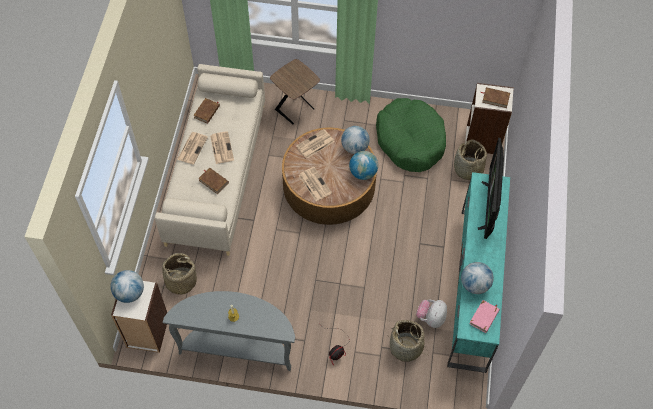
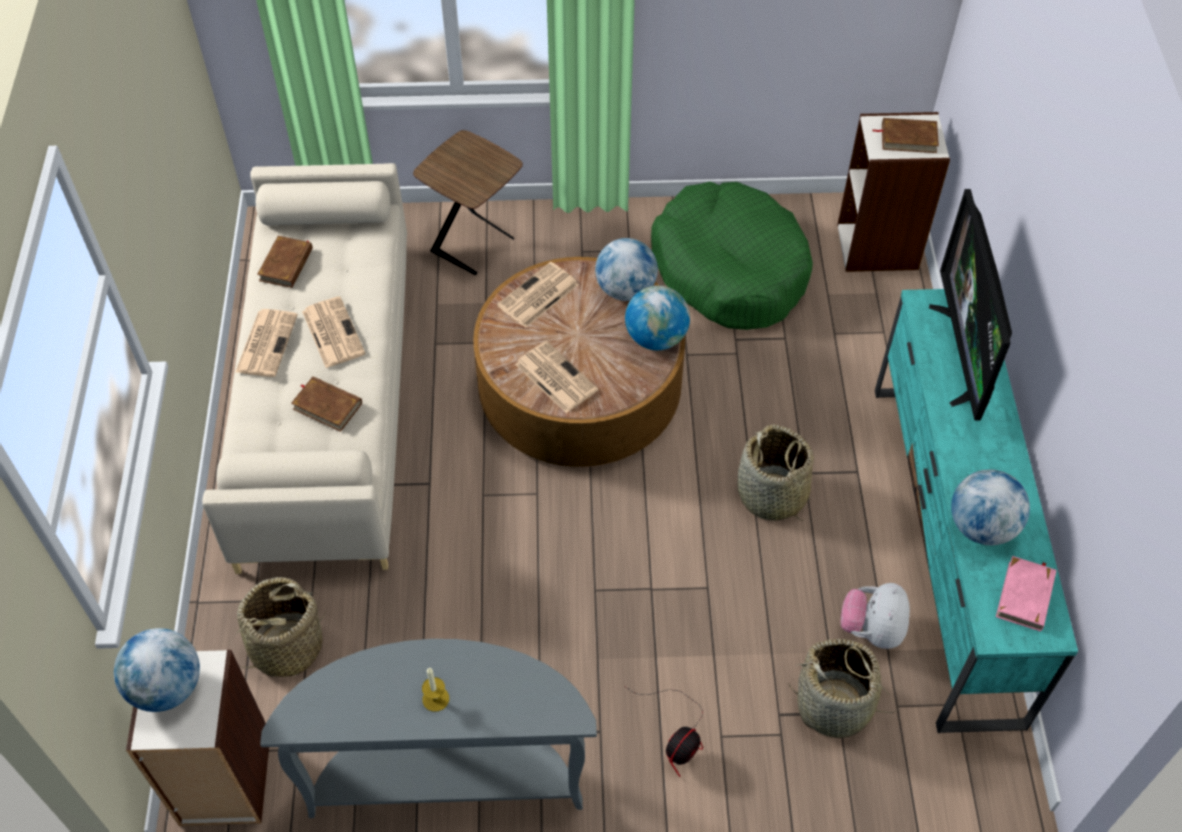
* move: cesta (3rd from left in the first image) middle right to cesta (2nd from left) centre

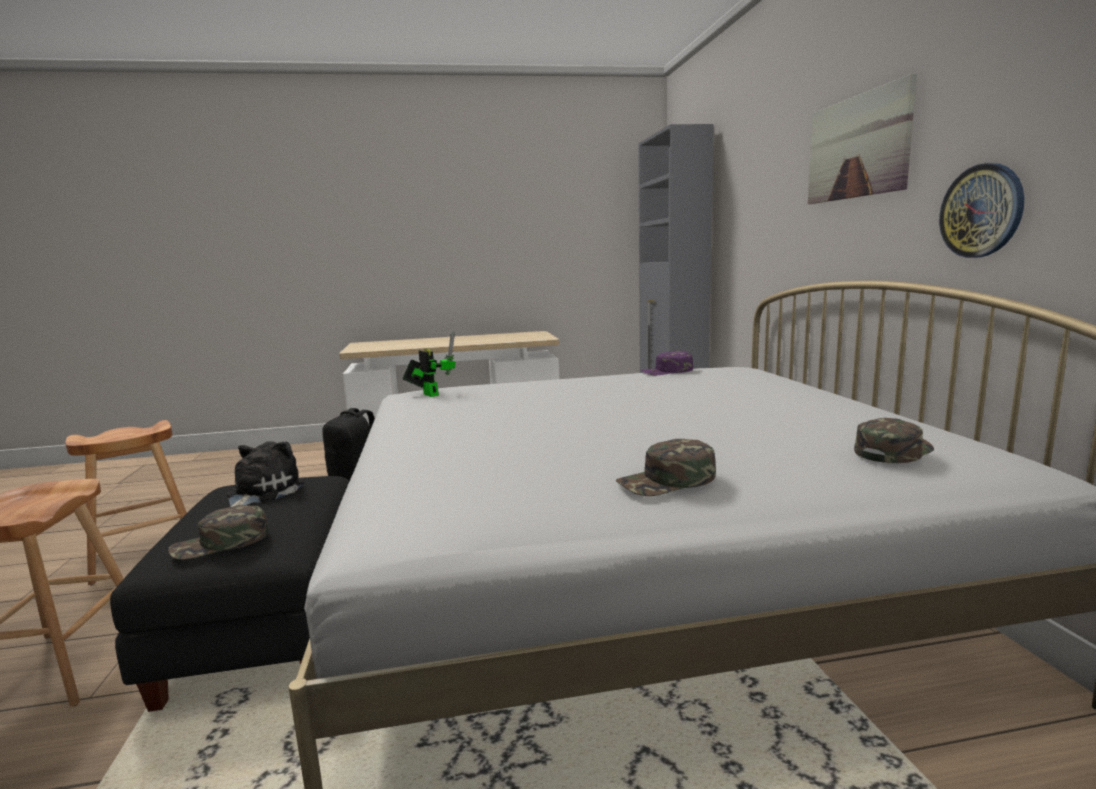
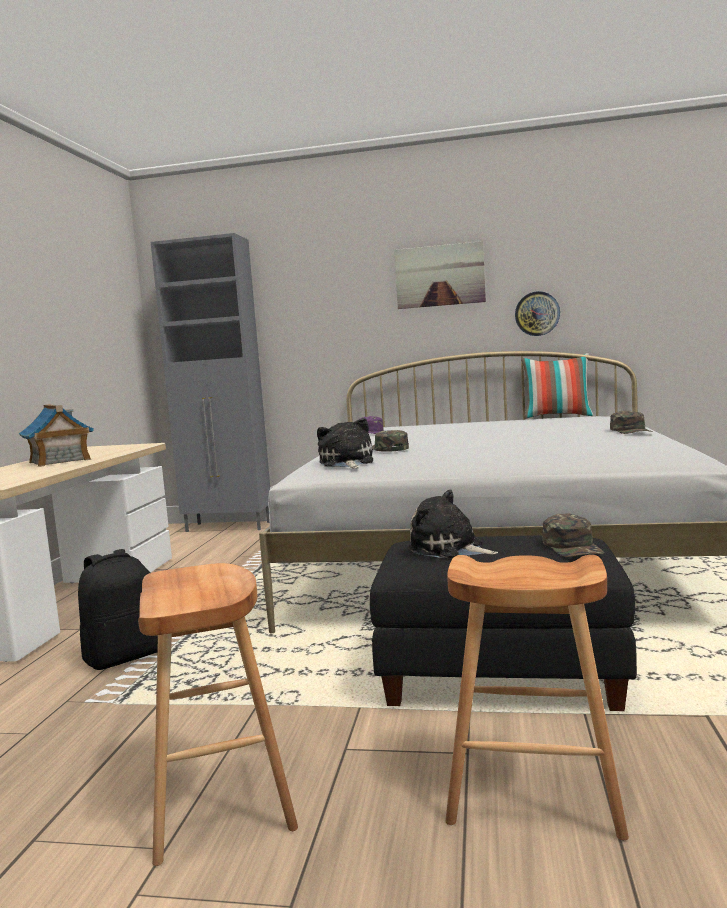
* replace: robot de juguete centre to peluche (1st from left) centre
* move: gorra/verde (3rd from left in the first image) middle right to gorra/verde (1st from left) centre
* insert: casita middle left
* insert: cojín middle right

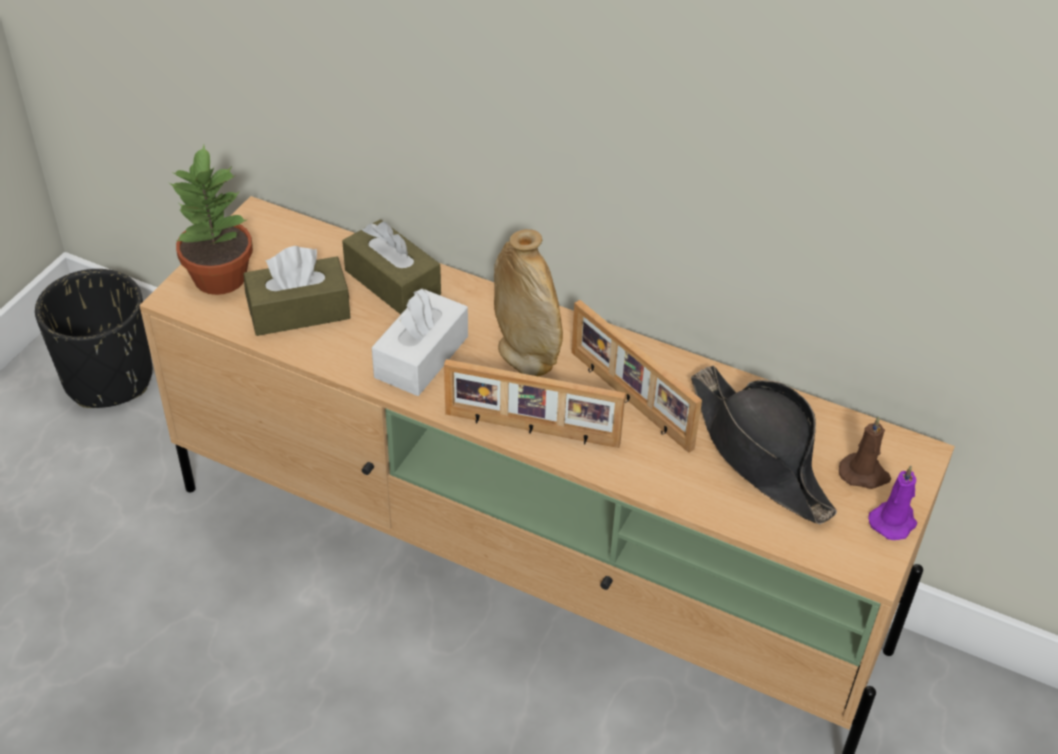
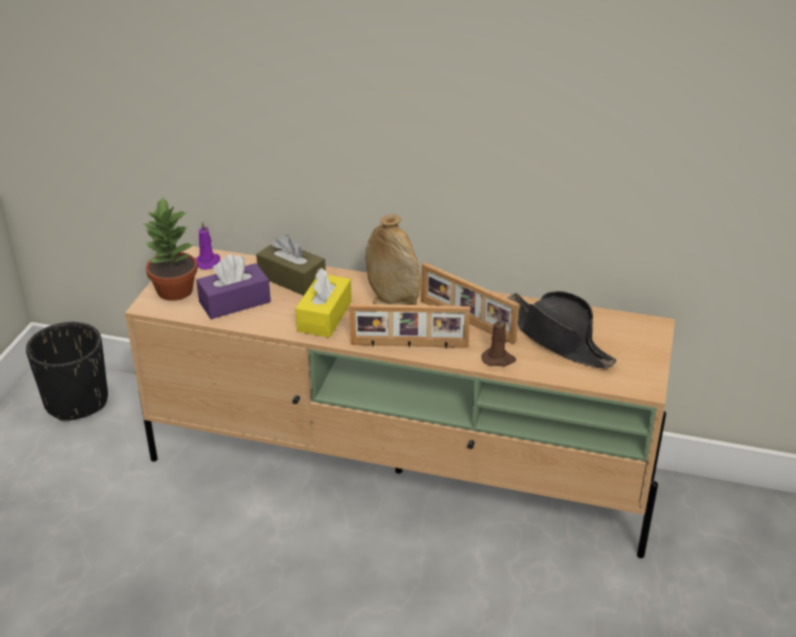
* recolor: caja de pañuelos/marrón (1st from left) middle left to caja de pañuelos/morado middle left
* recolor: caja de pañuelos/blanco centre to caja de pañuelos/amarillo centre
* move: vela/marrón middle right to centre
* move: vela/morado bottom right to middle left

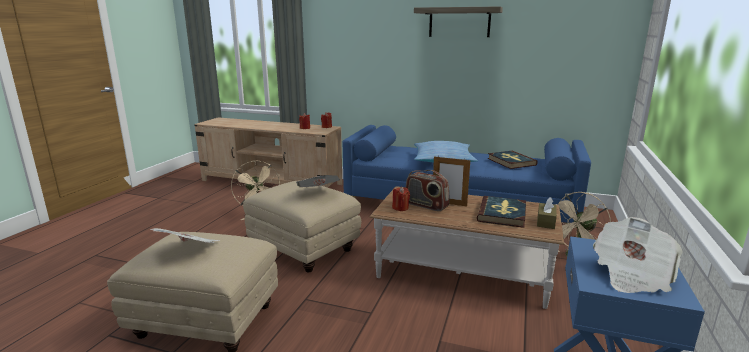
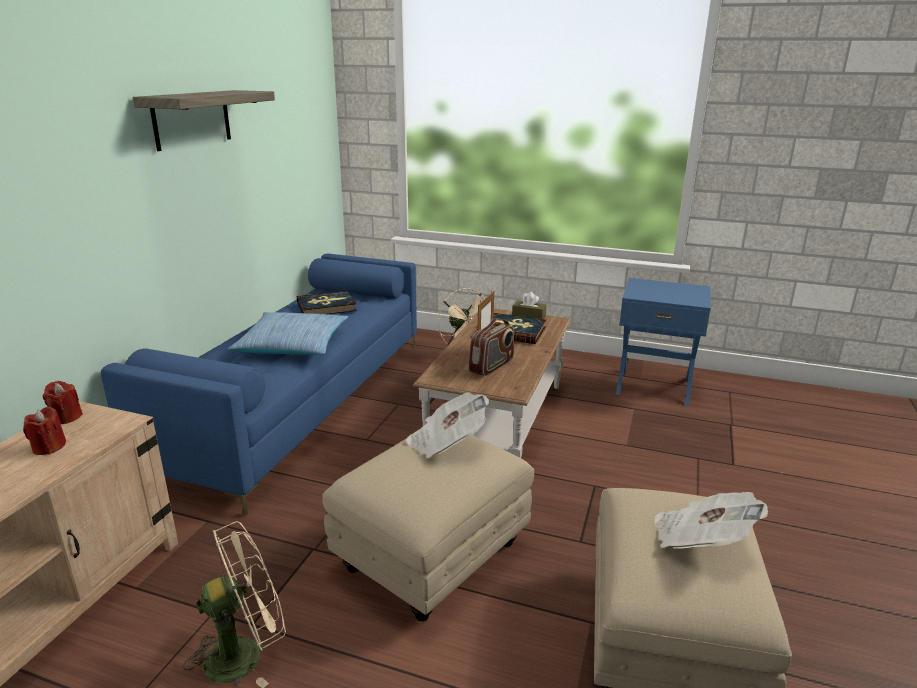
* delete: vela/rojo (3rd from left) centre
* delete: periódico (3rd from left) bottom right

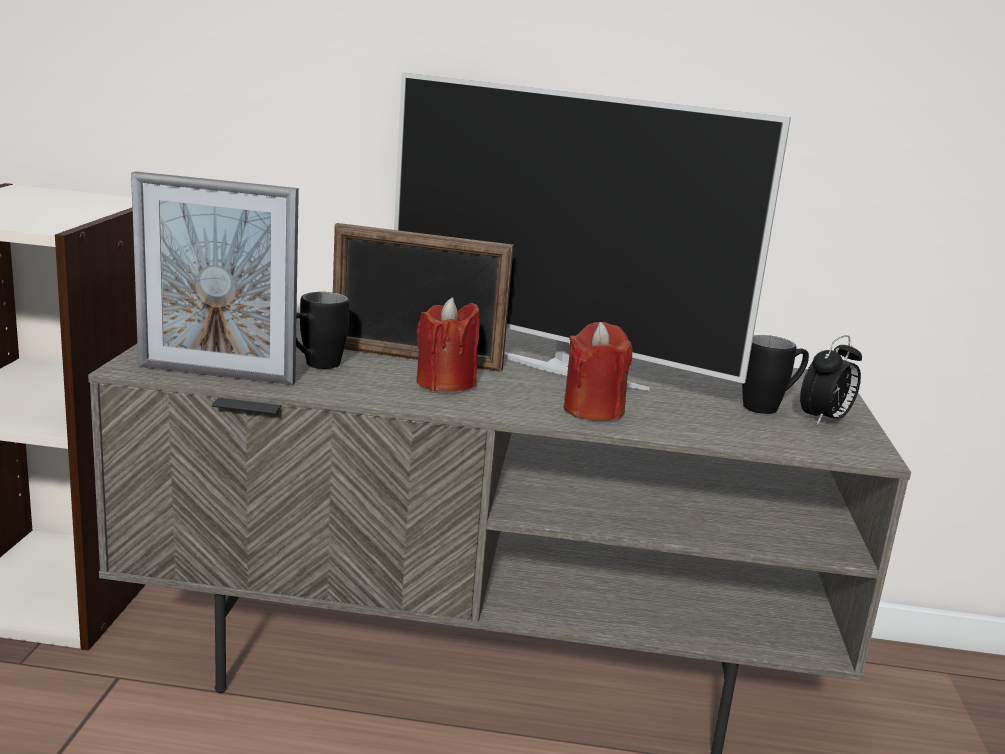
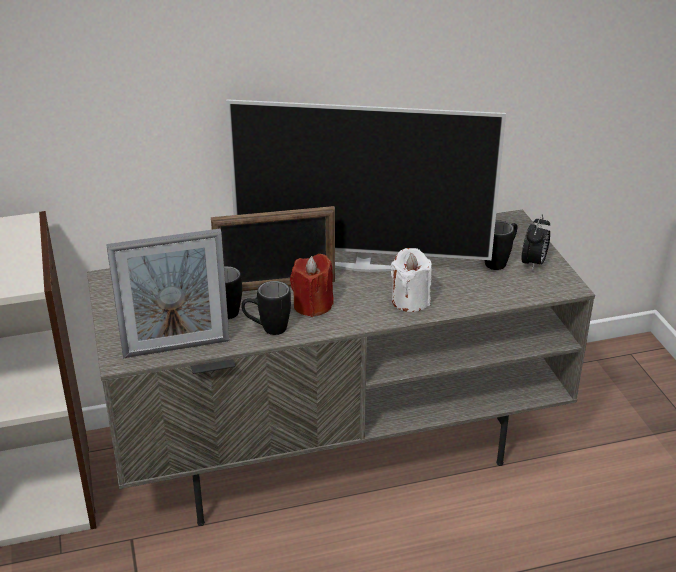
* recolor: vela/rojo (2nd from left) centre to vela/blanco centre
* insert: taza grande/negro (2nd from left) centre

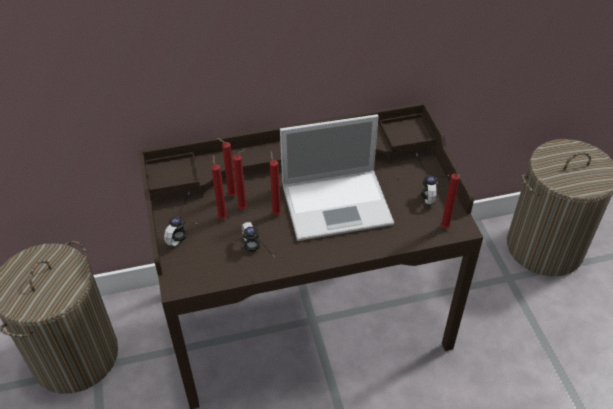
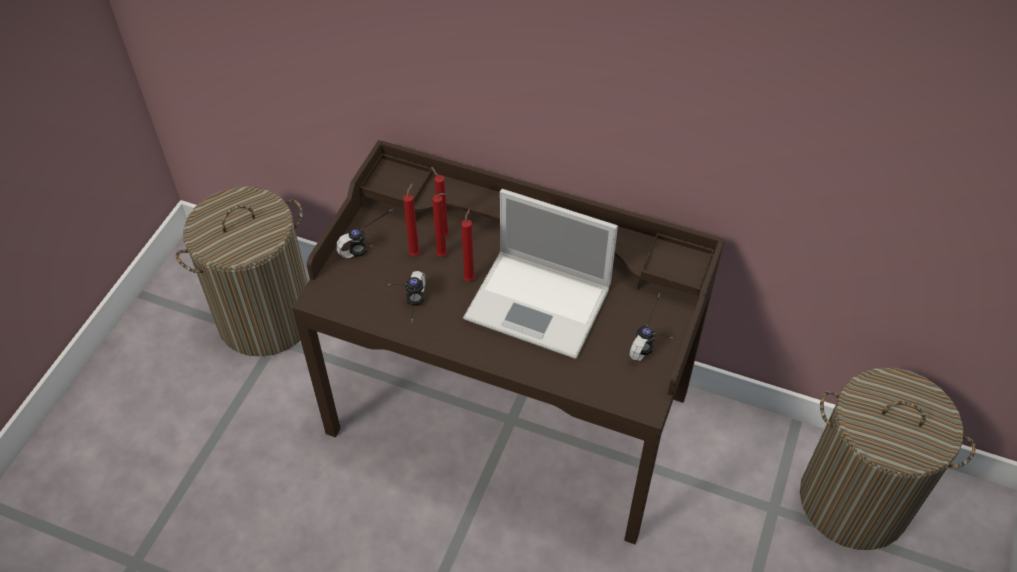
* delete: vela/rojo (5th from left) middle right

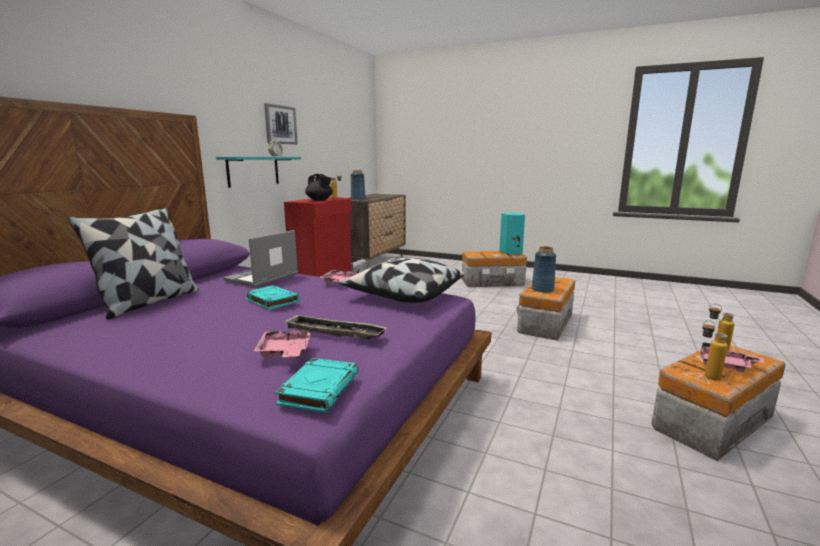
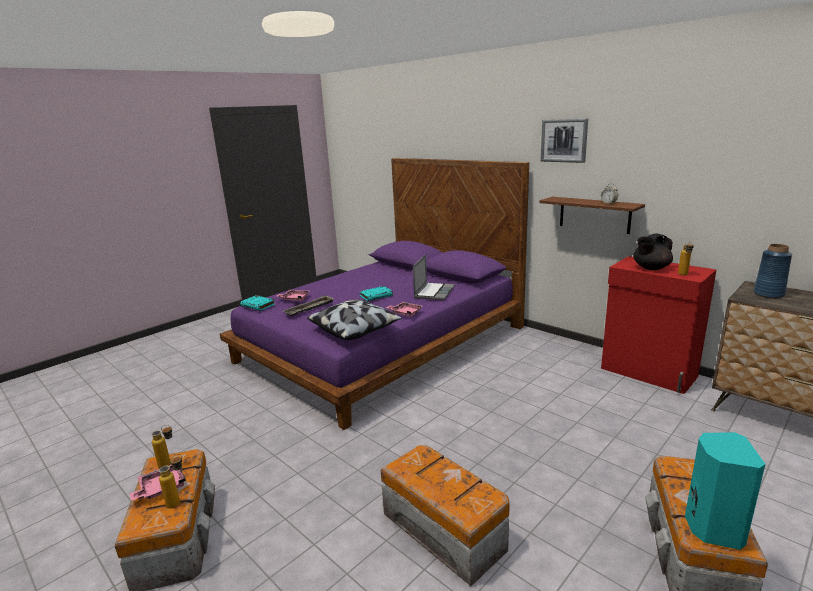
* delete: cojín (1st from left) middle left
* recolor: estante/turquesa top left to estante/marrón middle right
* rotate: portátil middle left = centre 60 degrees clockwise
* move: cuadro top centre to top right
* delete: florero/azul (2nd from left) centre

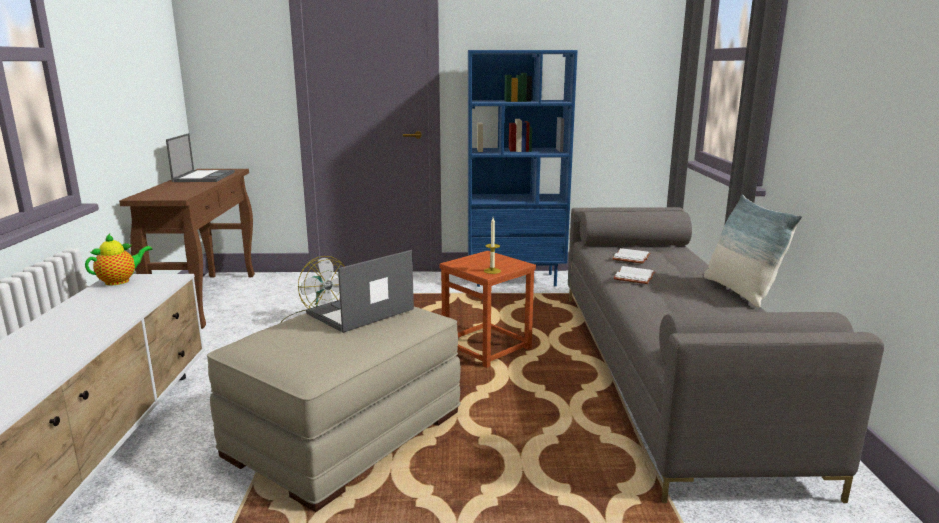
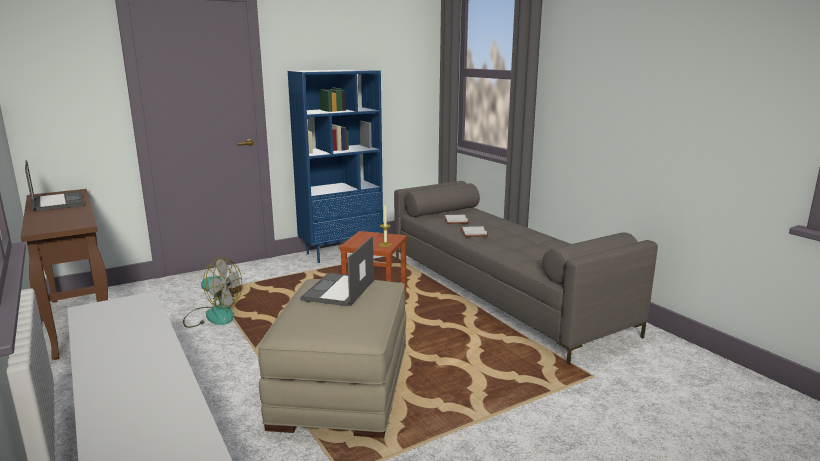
* delete: tetera middle left
* delete: cojín middle right

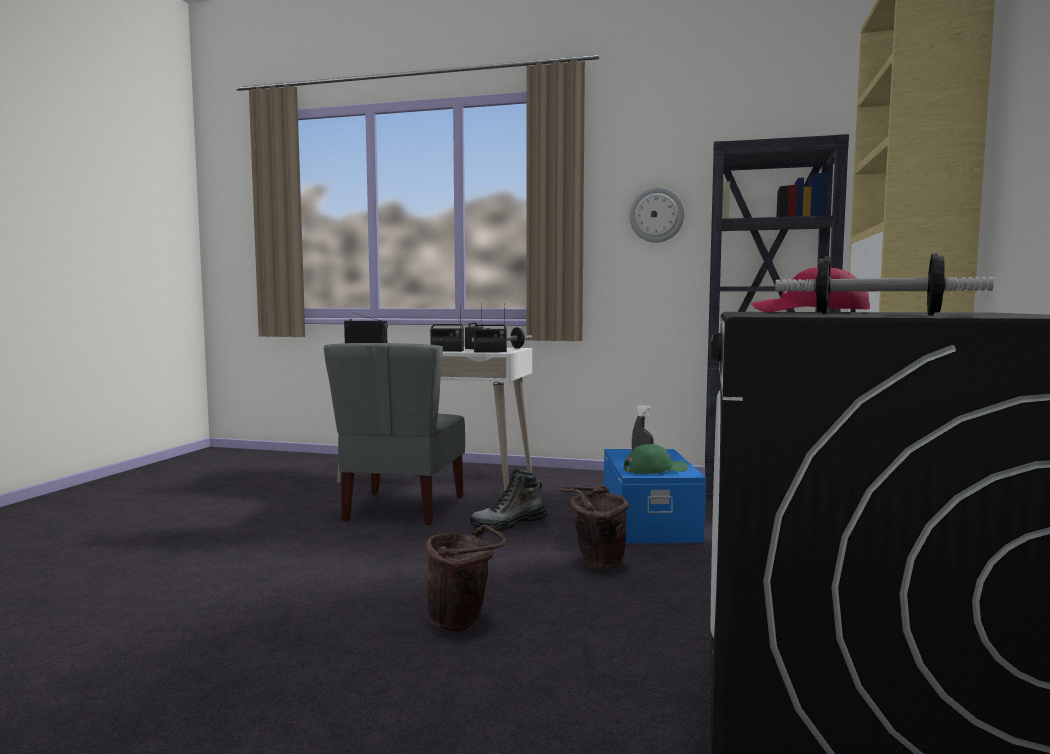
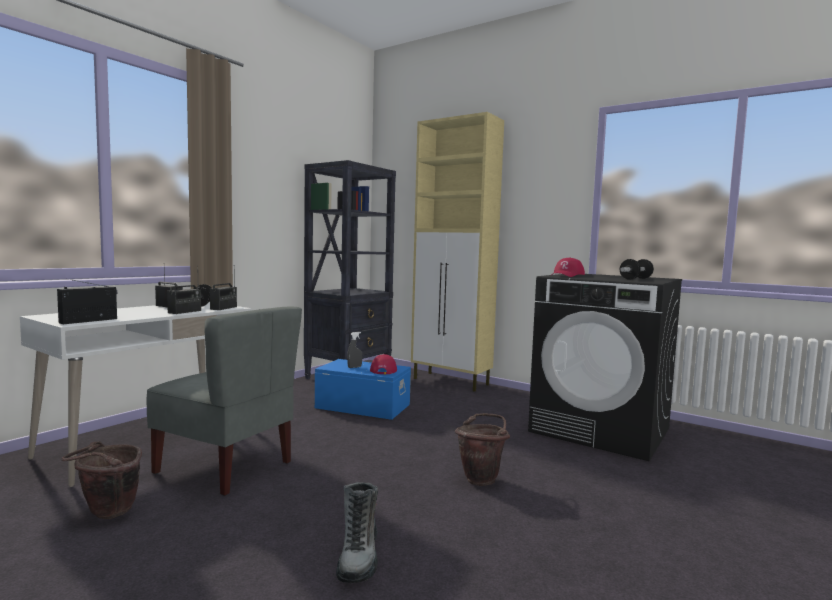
* move: bota centre to bottom centre
* move: cubo/marrón (2nd from left in the first image) bottom centre to cubo/marrón (1st from left) bottom left
* recolor: gorra/verde centre to gorra/rojo (1st from left) centre
* delete: reloj de pared top centre

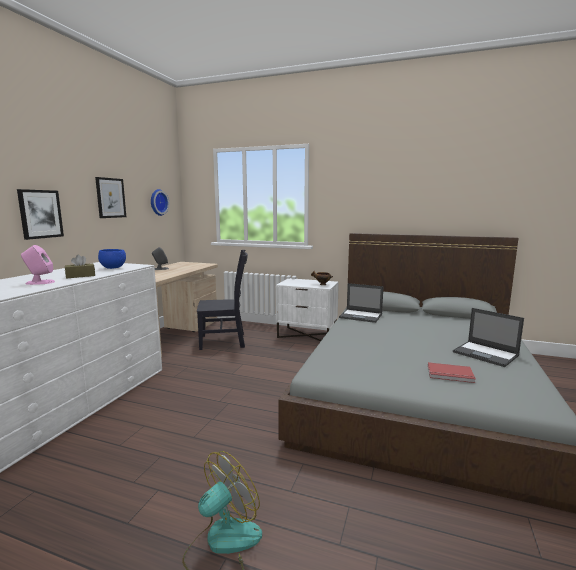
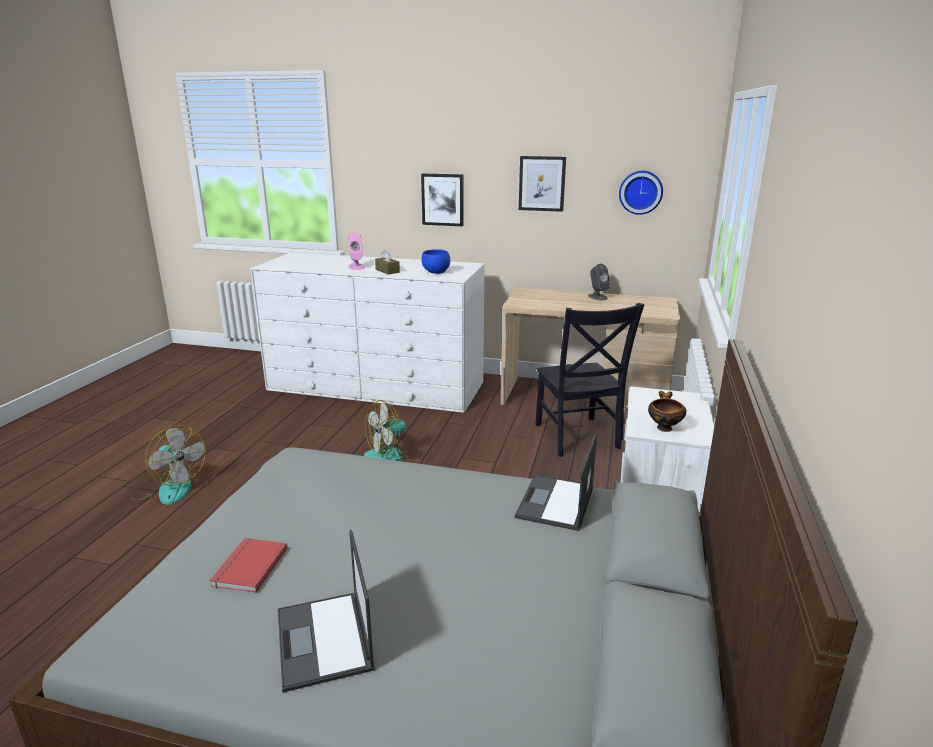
* rotate: portátil (2nd from left in the first image) middle right = bottom centre 60 degrees counterclockwise
* insert: ventilador (2nd from left) centre

